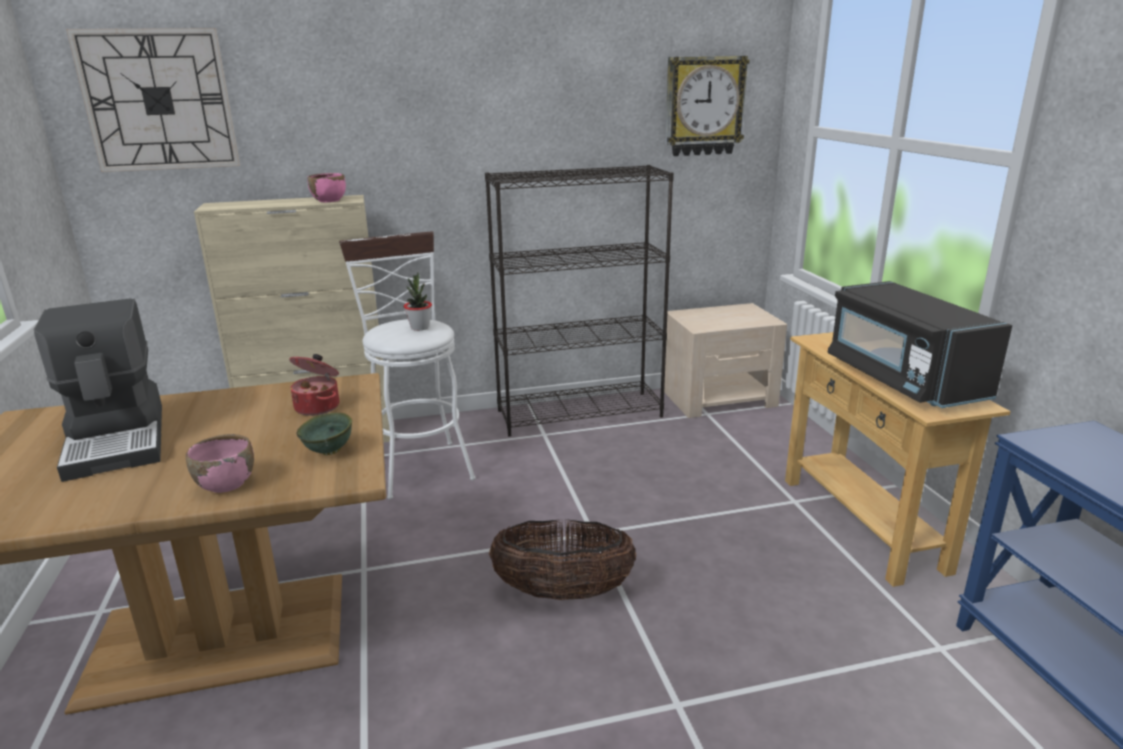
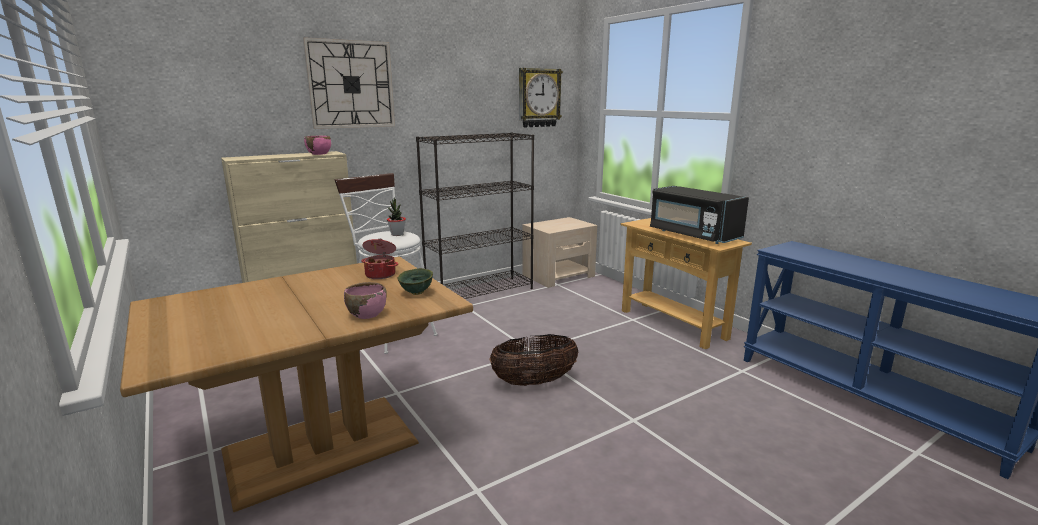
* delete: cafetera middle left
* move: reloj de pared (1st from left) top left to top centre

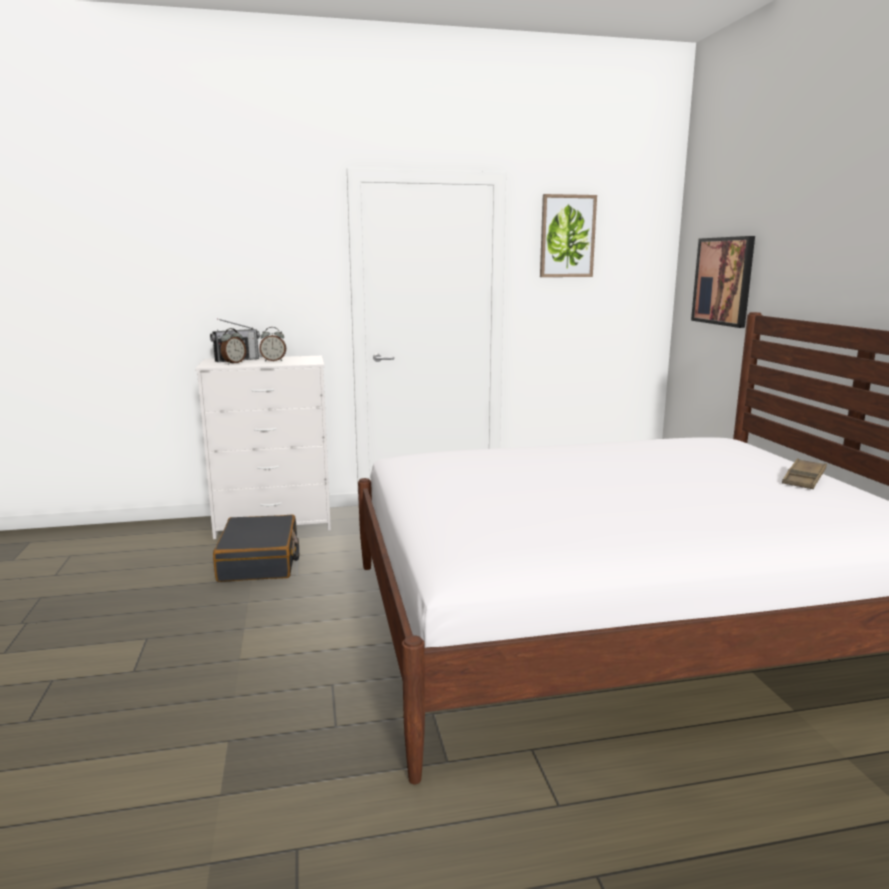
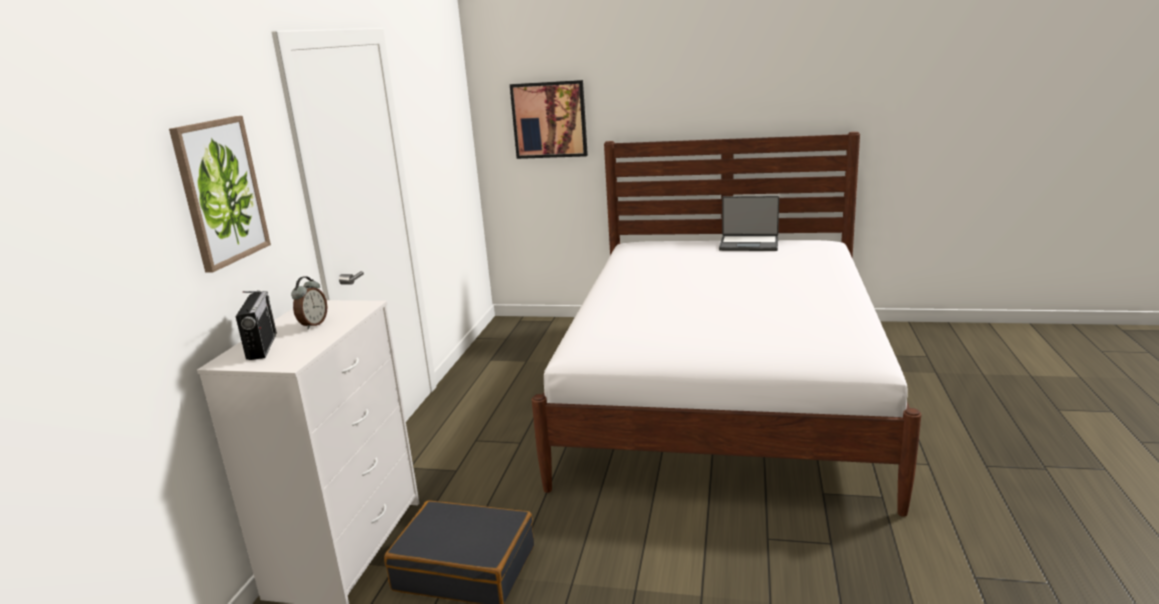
* delete: despertador (1st from left) middle left
* move: cuadro (1st from left) top centre to top left
* replace: bandeja/marrón middle right to portátil centre

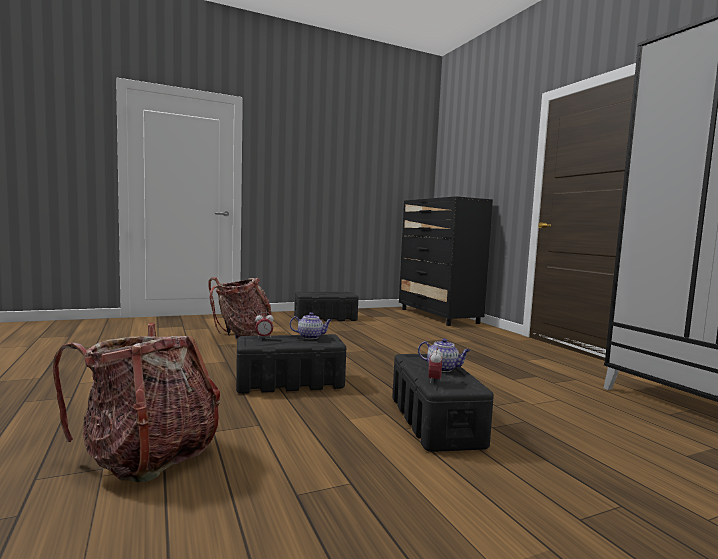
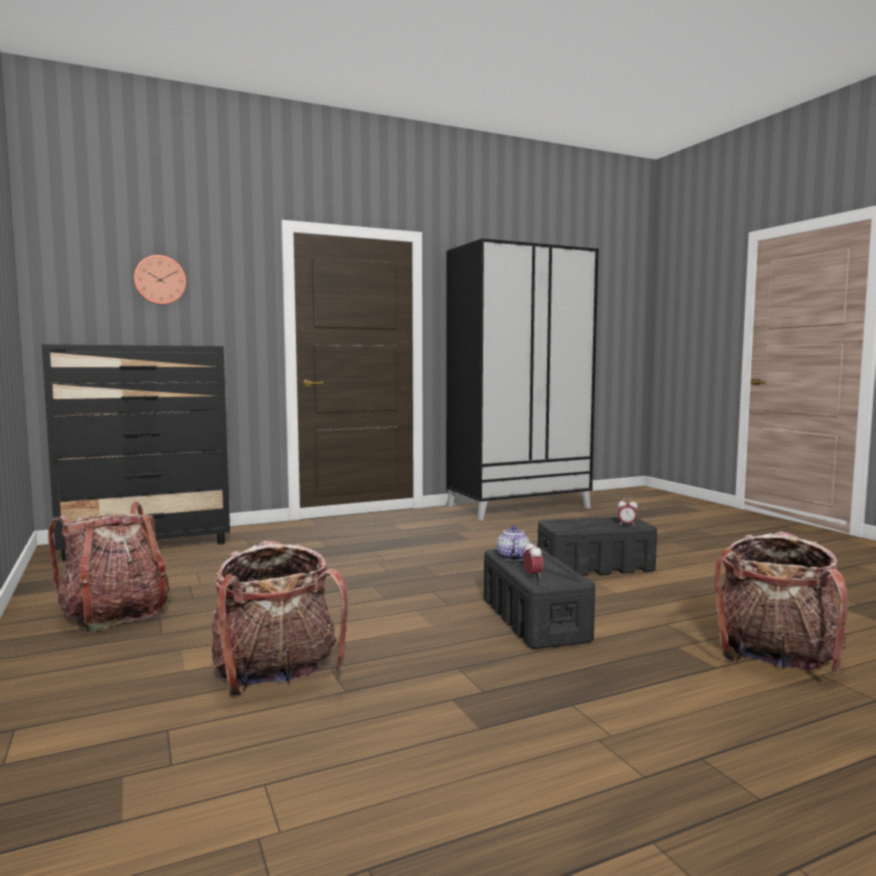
* replace: caja de almacenaje/negro (2nd from left) centre to mochila (1st from left) middle left
* delete: tetera (2nd from left) centre
* insert: reloj de pared top left

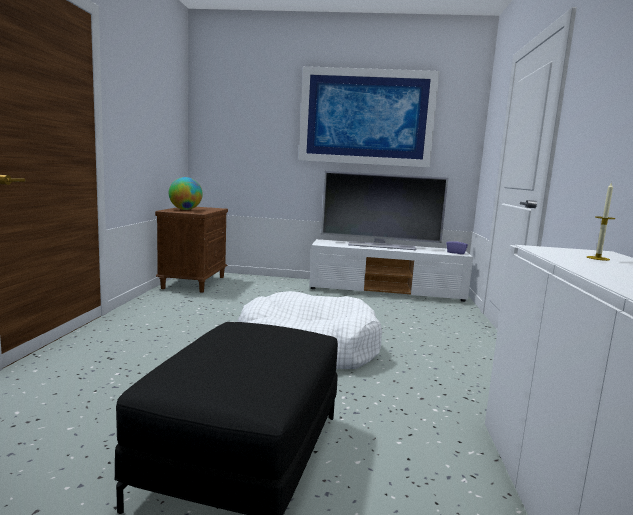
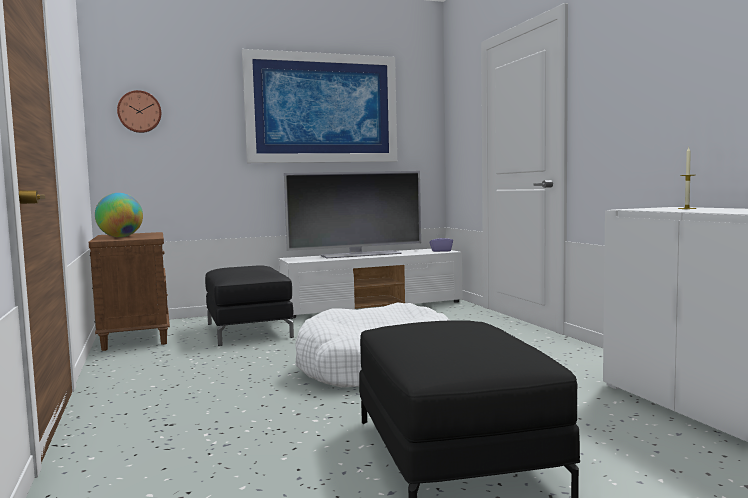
* insert: reloj de pared top left
* insert: puf/negro (1st from left) middle left

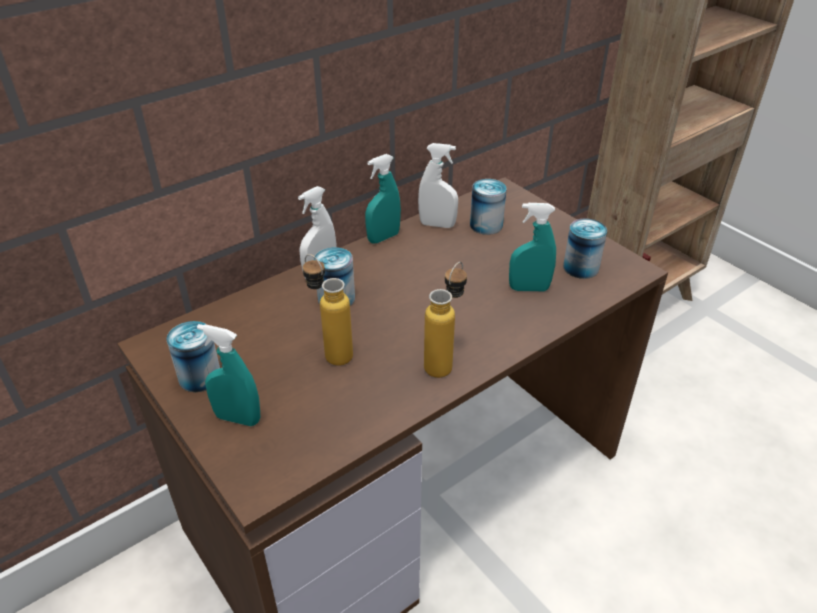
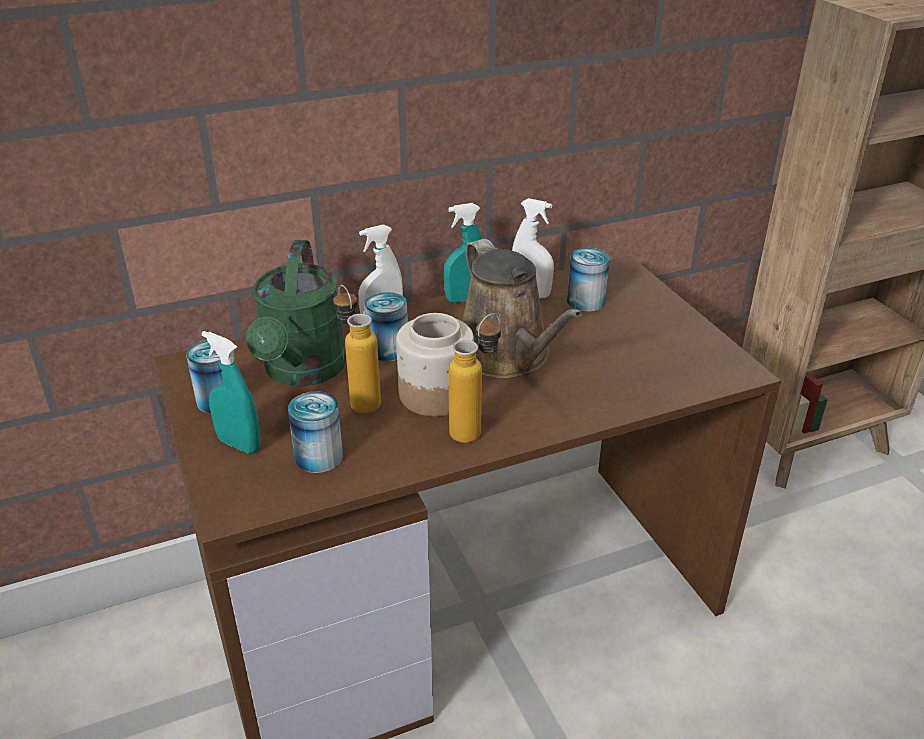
* delete: pulverizador/turquesa (3rd from left) centre
* move: lata (4th from left in the first image) middle right to lata (2nd from left) centre
* insert: regadera/verde middle left
* insert: tarro centre
* insert: regadera/marrón centre

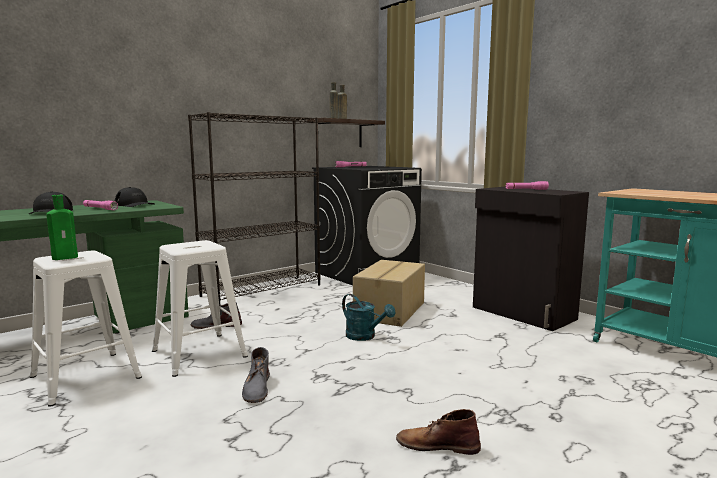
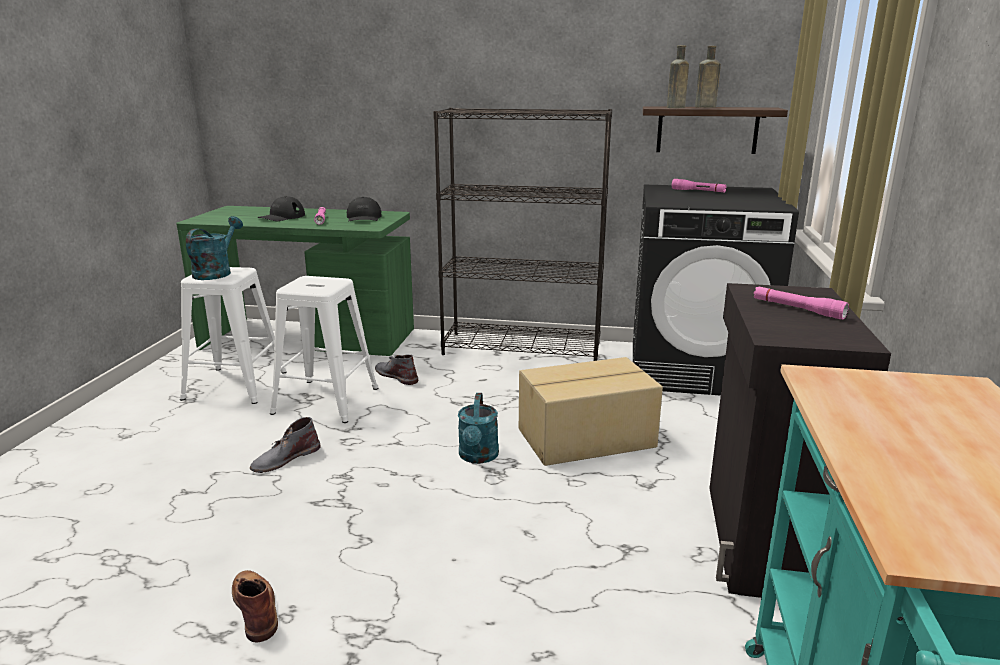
* replace: botella/verde middle left to regadera/turquesa (1st from left) middle left

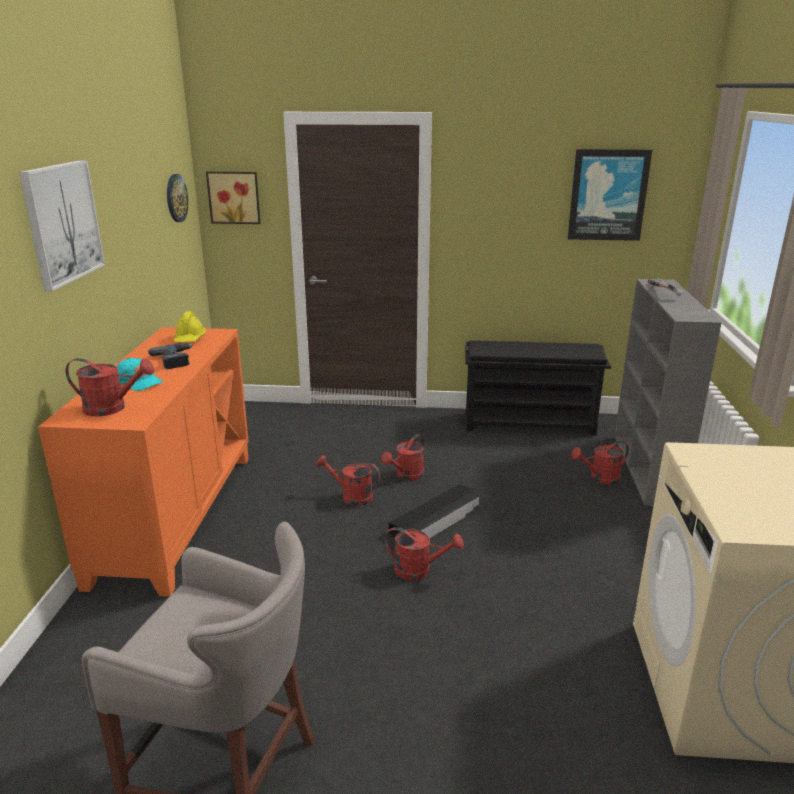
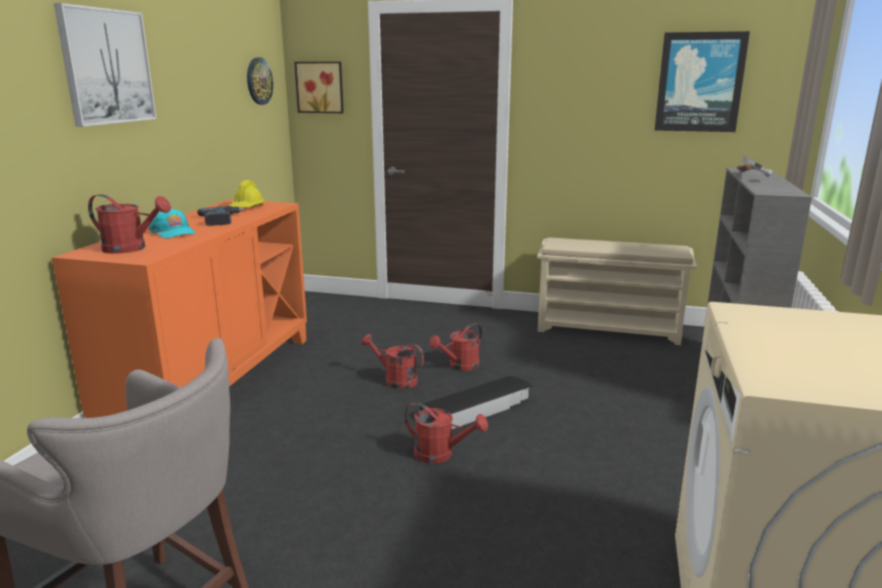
* recolor: zapatero/negro middle right to zapatero/beis middle right
* delete: regadera/rojo (5th from left) middle right

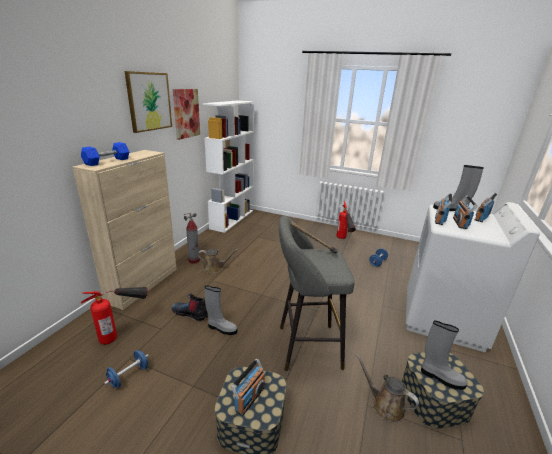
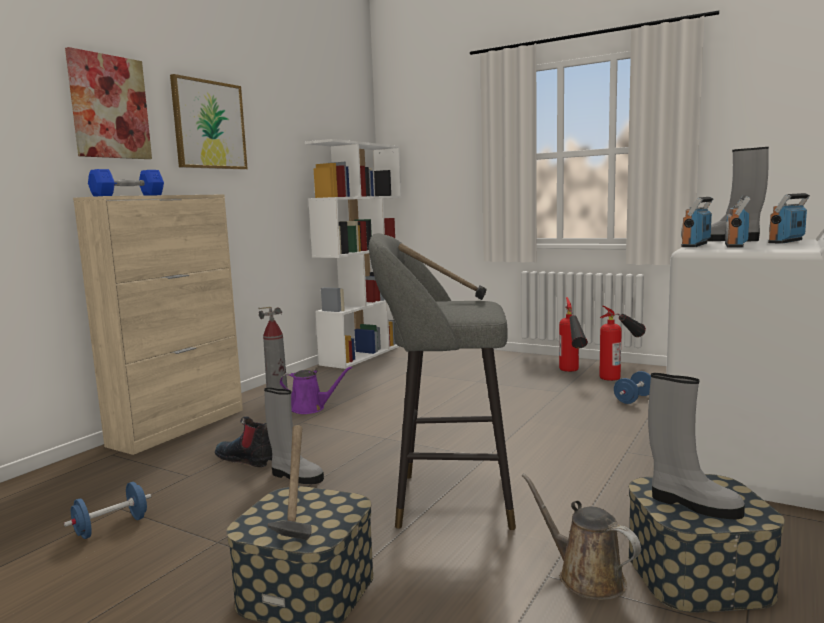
* move: extintor (1st from left in the first image) bottom left to extintor (3rd from left) middle right
* move: cuadro (2nd from left in the first image) top centre to cuadro (1st from left) top left
* recolor: regadera/marrón (1st from left) centre to regadera/morado centre
* replace: radio (1st from left) bottom centre to martillo (1st from left) bottom centre

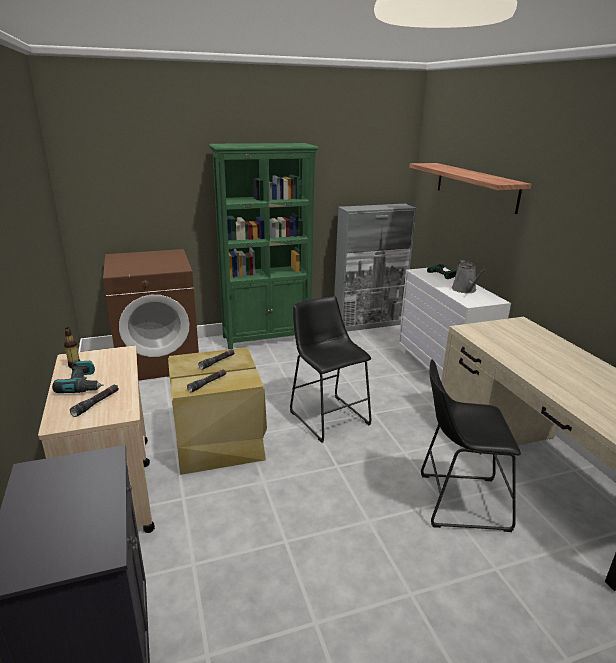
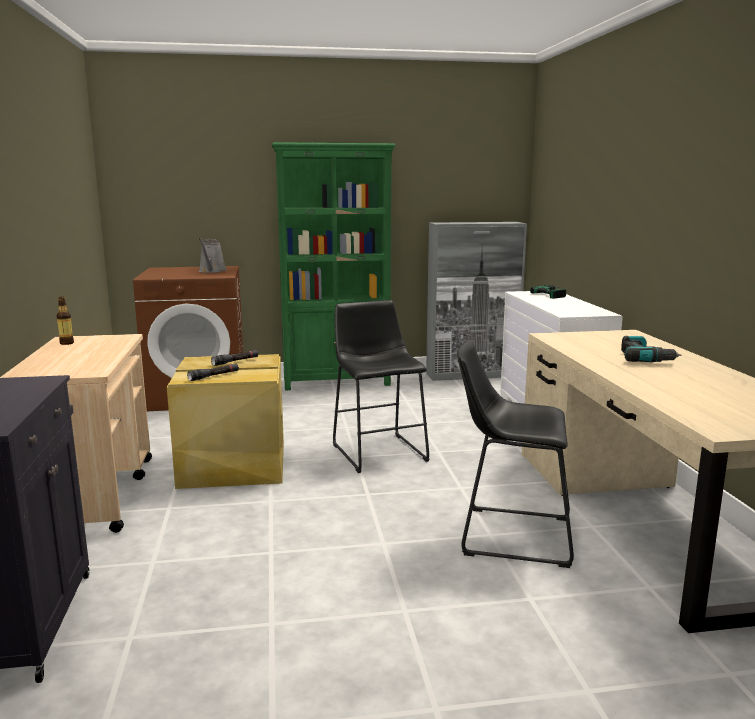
* move: taladro (1st from left in the first image) middle left to taladro (2nd from left) middle right
* delete: linterna/negro (1st from left) middle left
* delete: estante top right
* move: regadera/gris middle right to middle left

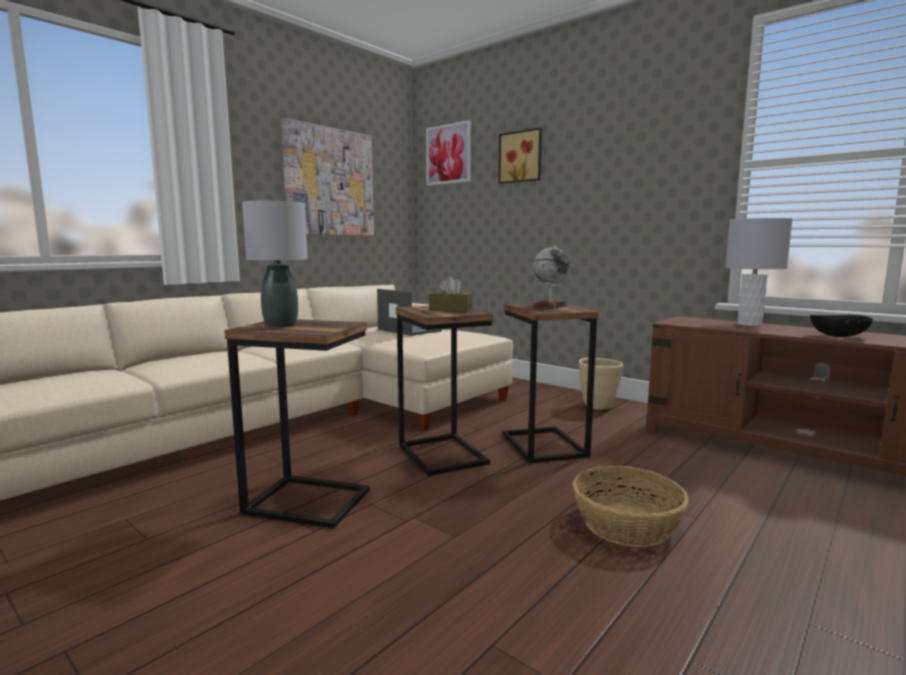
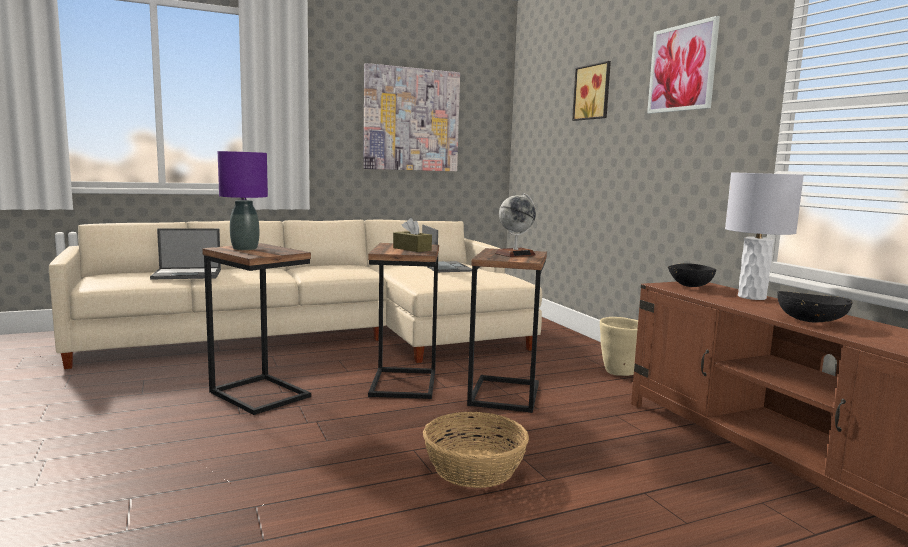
* recolor: lámpara de mesa/gris (1st from left) middle left to lámpara de mesa/morado middle left
* move: cuadro (2nd from left in the first image) top centre to cuadro (3rd from left) top right
* insert: portátil (1st from left) middle left
* insert: cuenco/negro (1st from left) middle right

